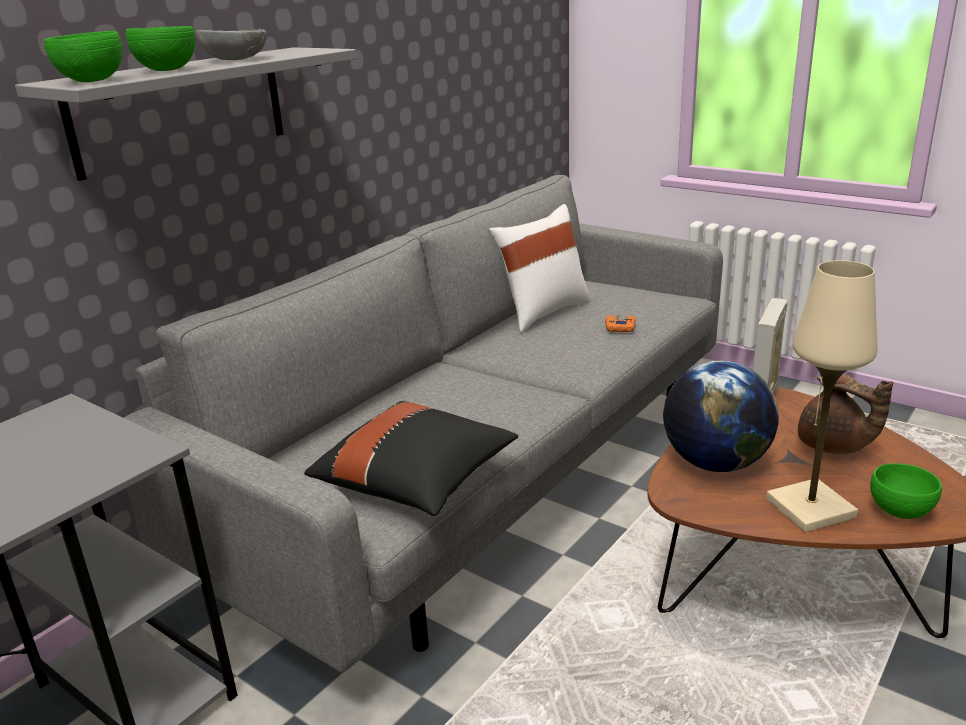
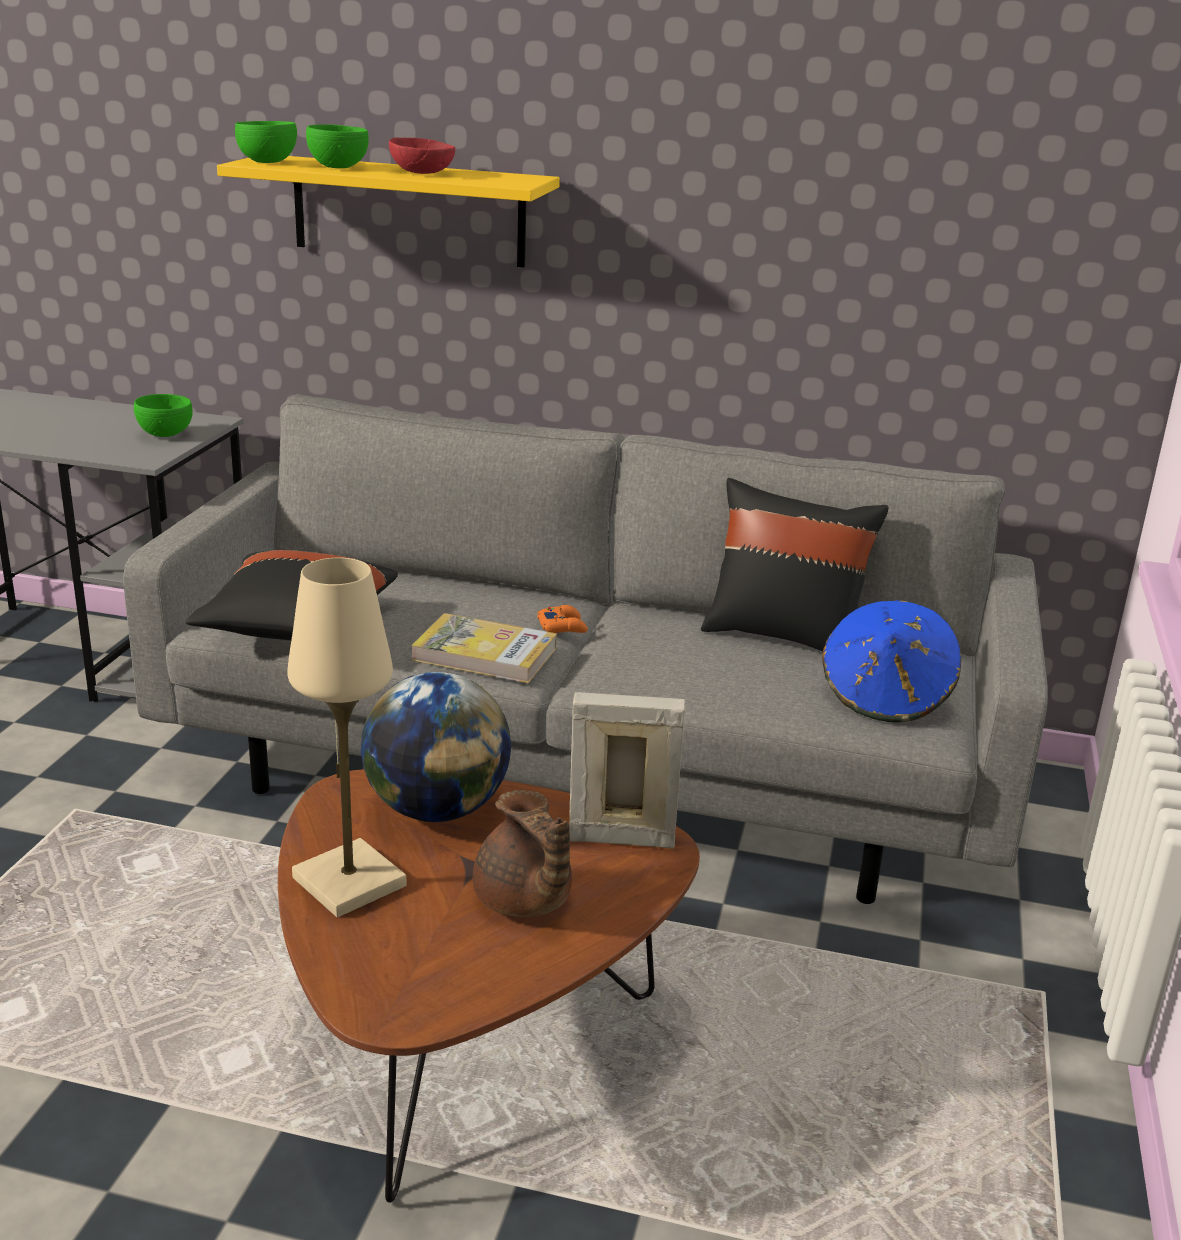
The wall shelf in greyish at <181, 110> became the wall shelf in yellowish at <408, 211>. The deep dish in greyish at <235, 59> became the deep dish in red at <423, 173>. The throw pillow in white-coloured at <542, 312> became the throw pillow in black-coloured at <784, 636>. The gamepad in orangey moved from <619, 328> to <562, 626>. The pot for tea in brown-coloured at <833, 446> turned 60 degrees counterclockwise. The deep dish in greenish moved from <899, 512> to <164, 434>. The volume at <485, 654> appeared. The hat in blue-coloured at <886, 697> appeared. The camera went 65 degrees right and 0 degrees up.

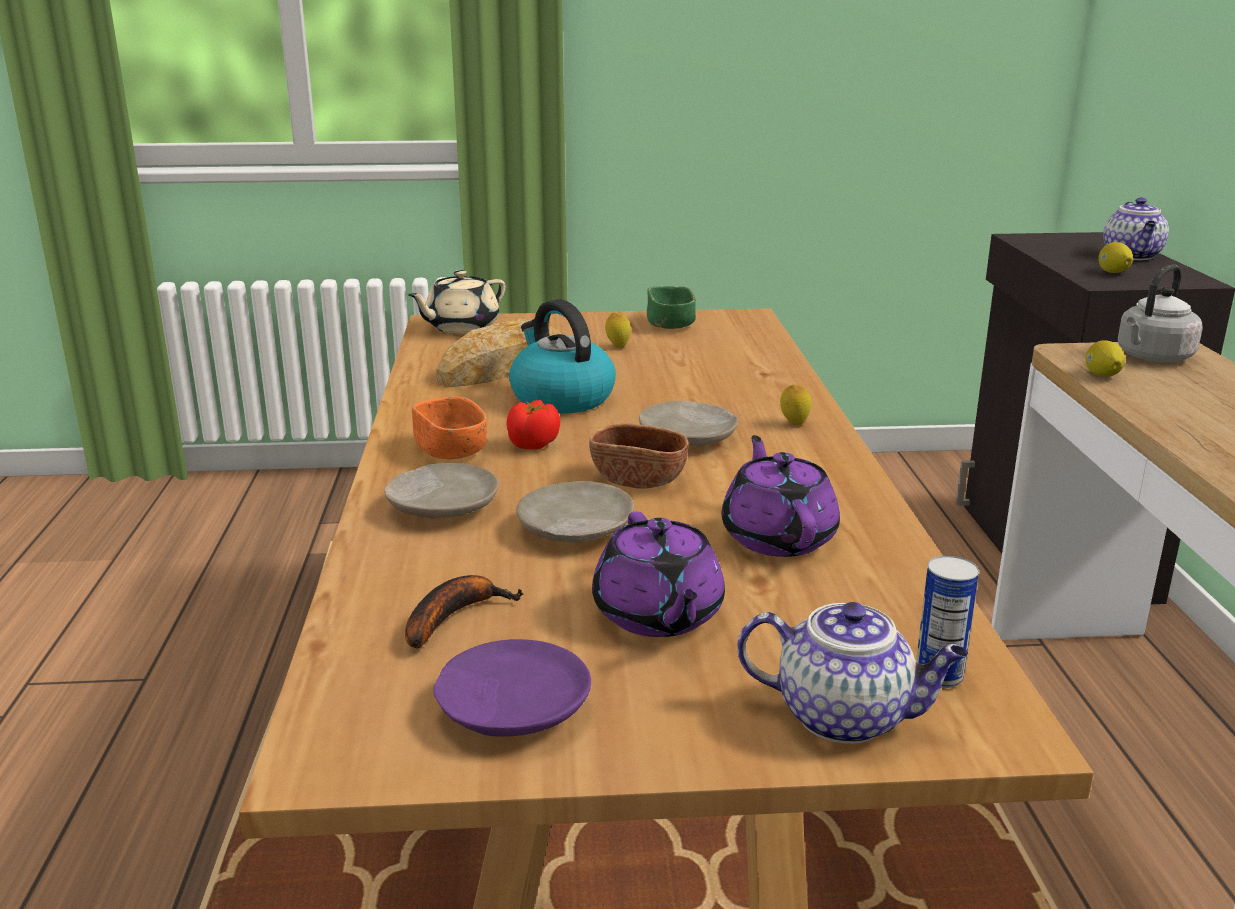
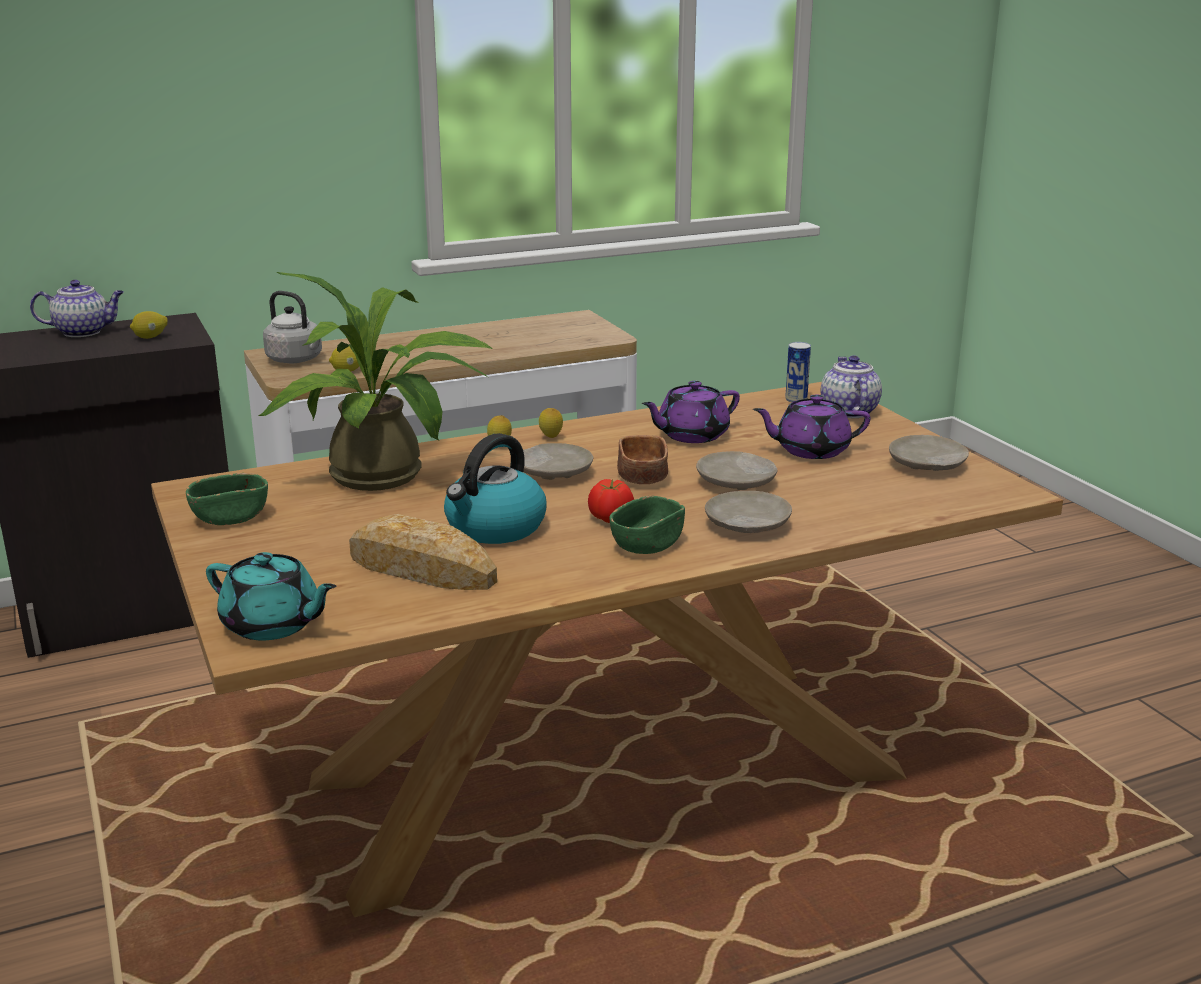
The whole banana at <453, 616> disappeared. The pot for tea in sand-coloured at <460, 327> became the pot for tea in turquoise-coloured at <273, 625>. The deep dish in orangey at <451, 450> became the deep dish in greenish at <647, 545>. The flat dish in purplish at <512, 708> became the flat dish in sand-coloured at <926, 465>. The pot for tea in purplish at <658, 615> turned 150 degrees counterclockwise. The whole lemon moved from <618, 346> to <551, 438>. The houseplant at <386, 478> appeared. The camera went 110 degrees left and 0 degrees up.

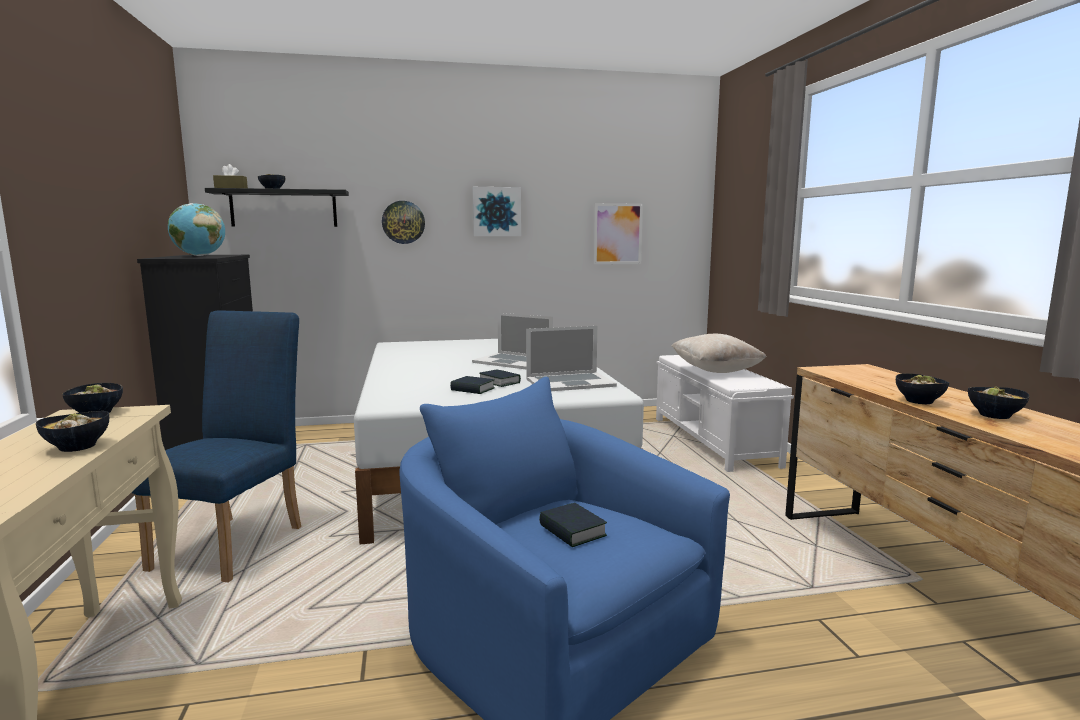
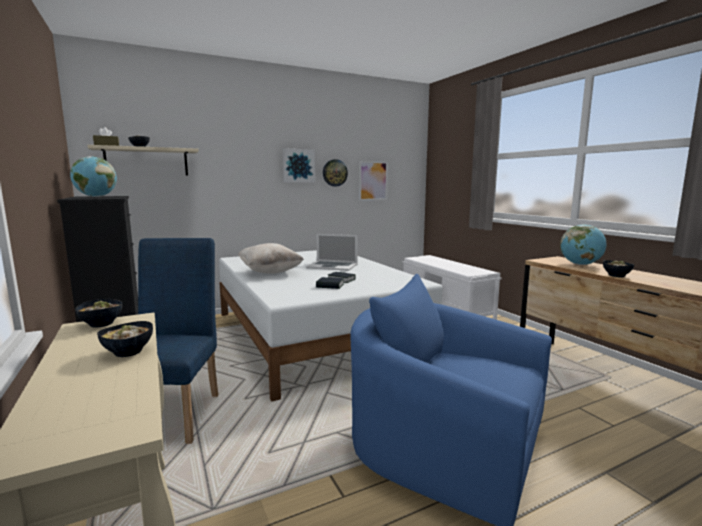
The wall shelf in black-coloured at <284, 208> became the wall shelf in sand-coloured at <147, 161>. The wall clock moved from <403, 222> to <334, 173>. The notebook computer at <570, 382> disappeared. The volume at <572, 531> disappeared. The throw pillow in sand-coloured moved from <715, 371> to <270, 272>. The deep dish at <993, 415> disappeared. The globe at <580, 264> appeared. The camera went 15 degrees left and 0 degrees up.

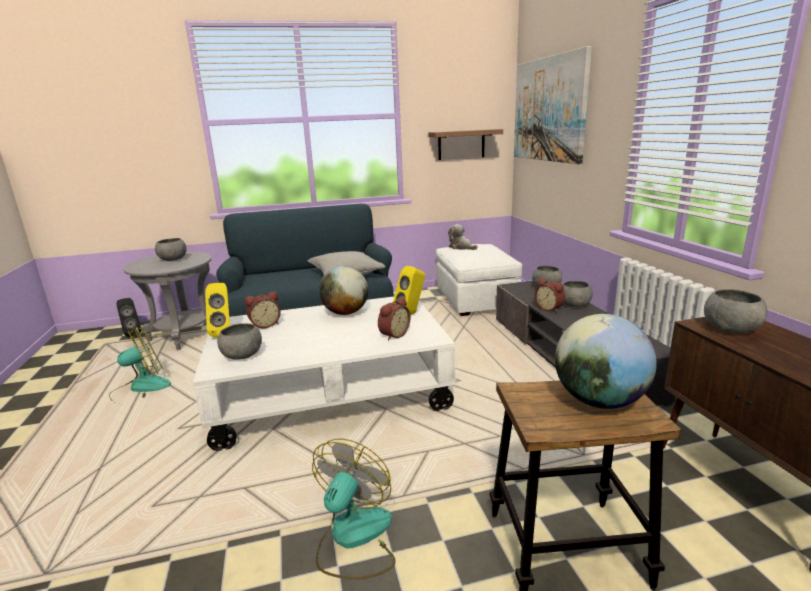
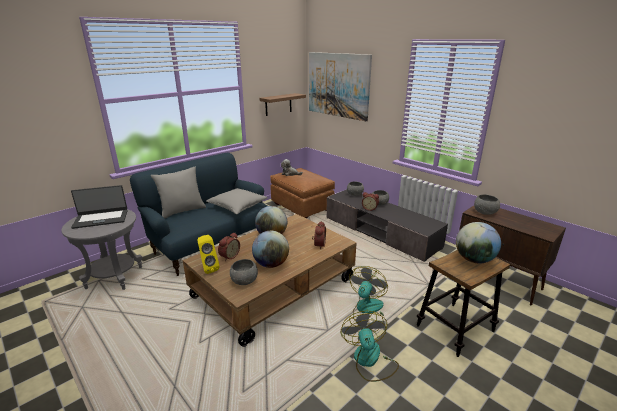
The fan moved from <140, 389> to <367, 311>. The loudspeaker in black-coloured at <132, 334> disappeared. The deep dish in greyish at <173, 259> was replaced by the notebook computer at <101, 219>. The coffee table in white-coloured at <330, 391> became the coffee table in brown-coloured at <274, 288>. The loudspeaker in yellowish at <411, 314> disappeared. The ottoman in white-coloured at <476, 300> became the ottoman in brown-coloured at <302, 206>. The throw pillow in greyish at <182, 211> appeared. The globe at <271, 264> appeared. The camera went 30 degrees left and 5 degrees up.

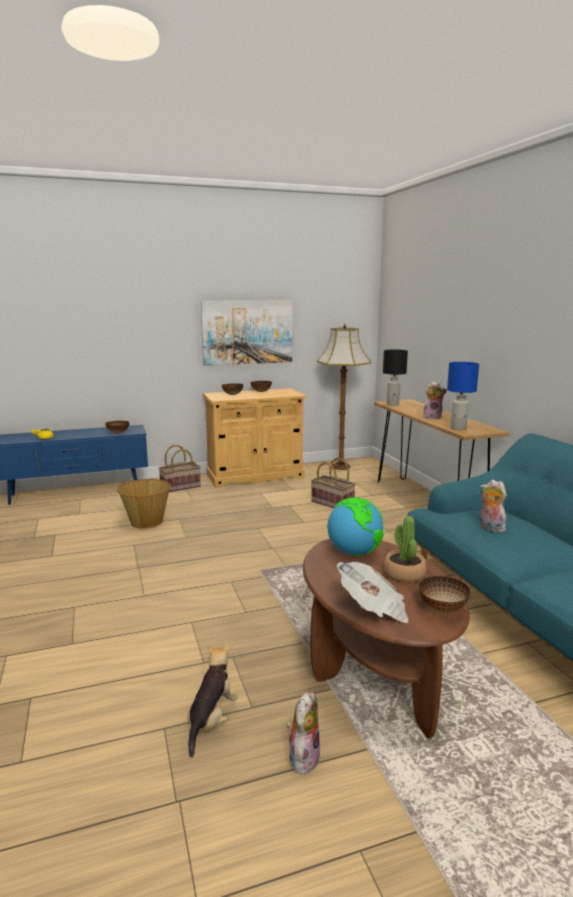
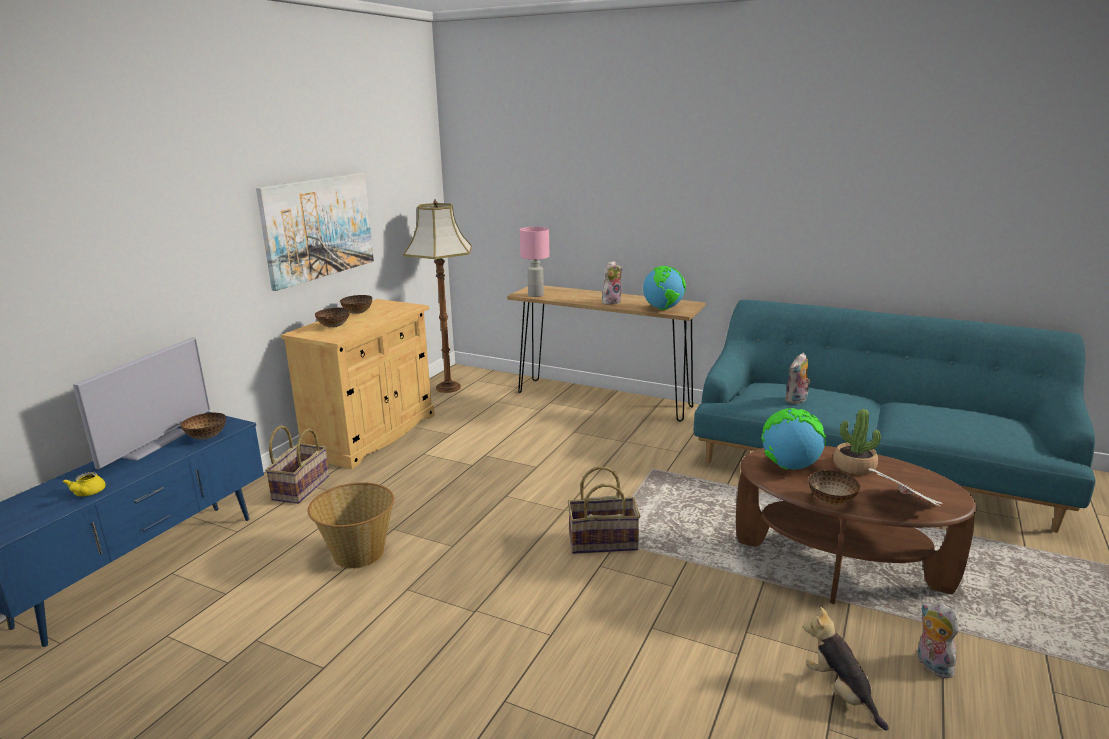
The storage basket moved from <333, 503> to <603, 541>. The table lamp in black-coloured at <393, 404> became the table lamp in pink at <536, 295>. The deep dish moved from <441, 608> to <830, 502>. The table lamp in blue-coloured at <458, 428> was replaced by the globe at <663, 309>. The cuddly toy at <490, 528> turned 45 degrees counterclockwise. The TV at <155, 443> appeared. The camera went 45 degrees left and 5 degrees up.

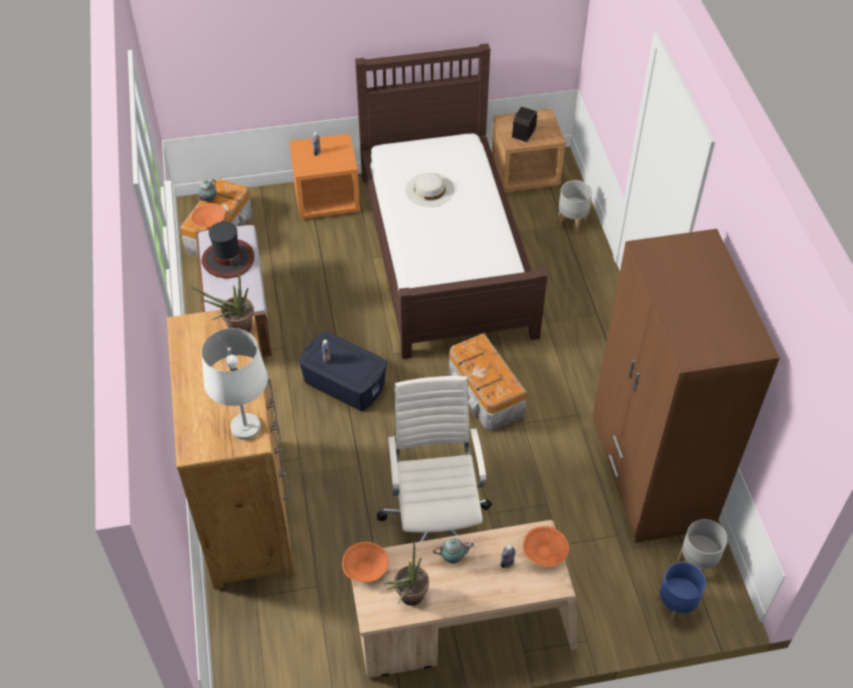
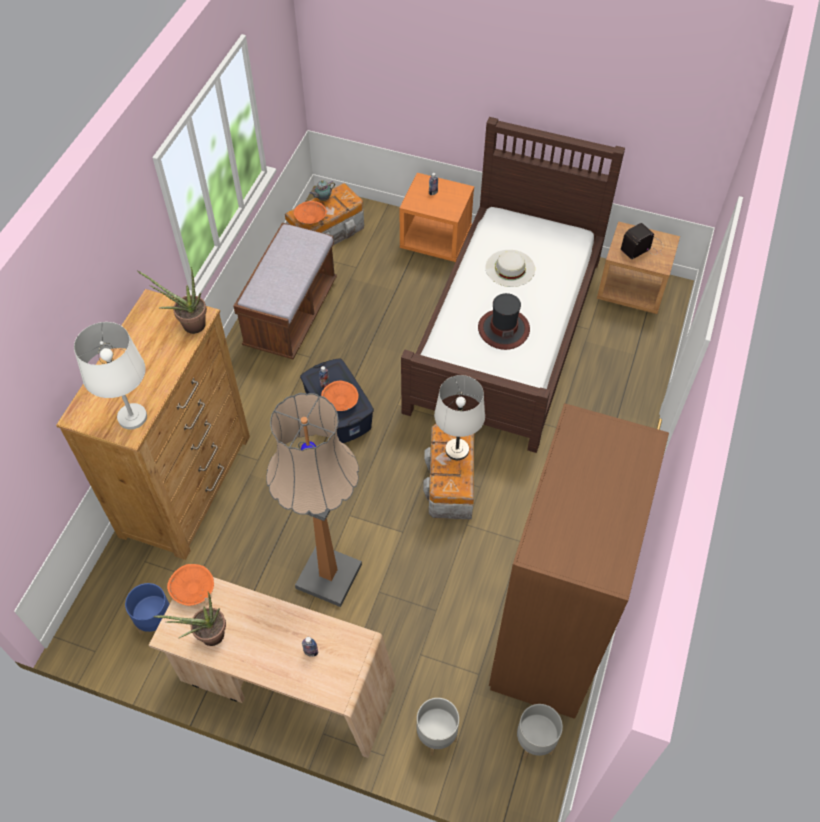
The hat moved from <228, 259> to <503, 329>. The desk chair in white-coloured at <436, 523> was replaced by the floor lamp at <329, 576>. The pot for tea at <453, 558> disappeared. The deep dish in orangey moved from <545, 552> to <341, 401>. The flower pot in greyish moved from <572, 221> to <437, 735>. The flower pot in blue-coloured moved from <675, 606> to <156, 622>. The table lamp in white-coloured at <457, 450> appeared. The camera went 30 degrees right and 5 degrees up.

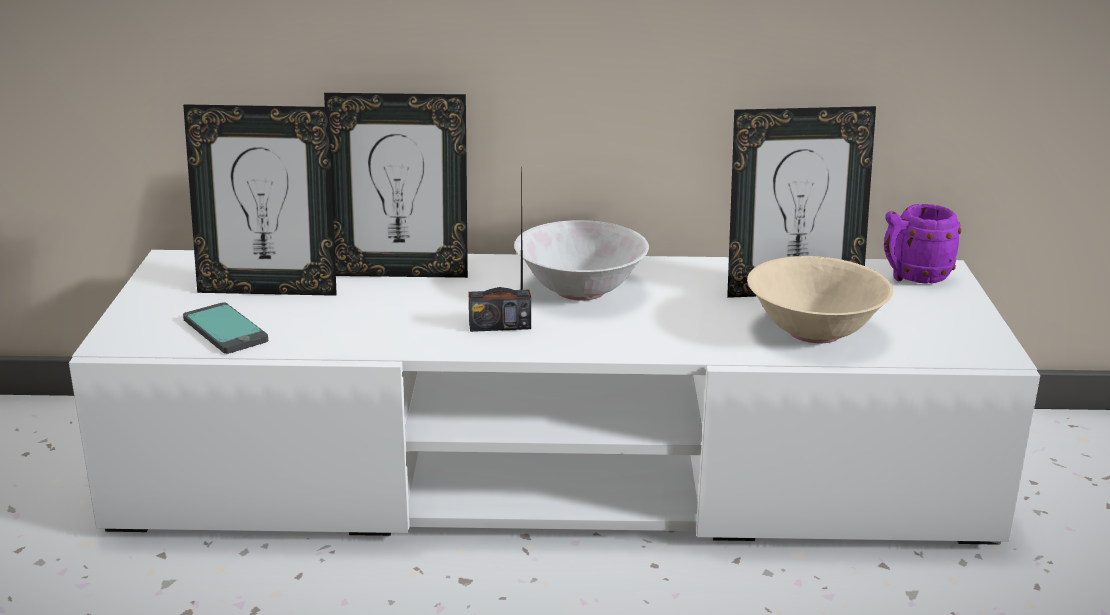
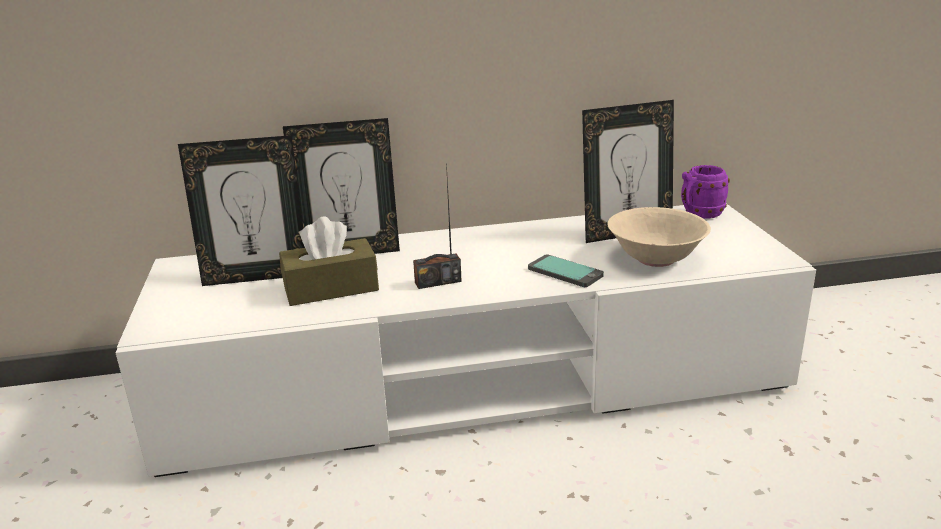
The phone moved from <226, 330> to <565, 272>. The deep dish in white-coloured at <580, 290> disappeared. The tissue holder in brown-coloured at <331, 288> appeared. The camera went 10 degrees left and 0 degrees up.

